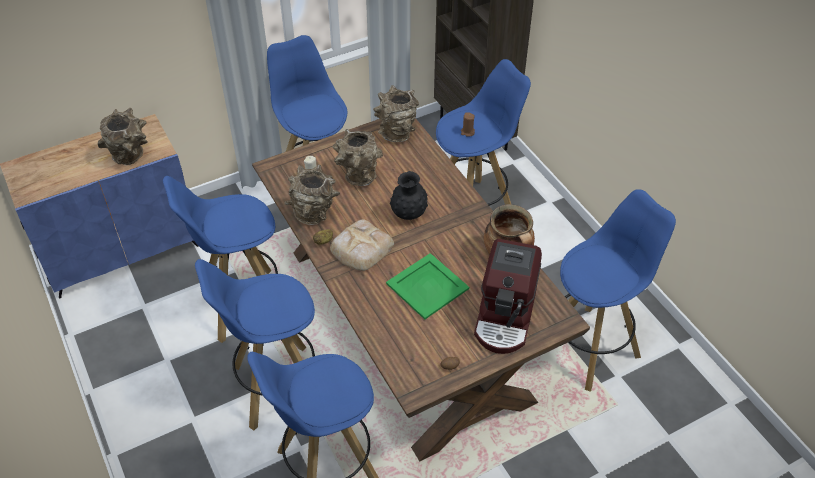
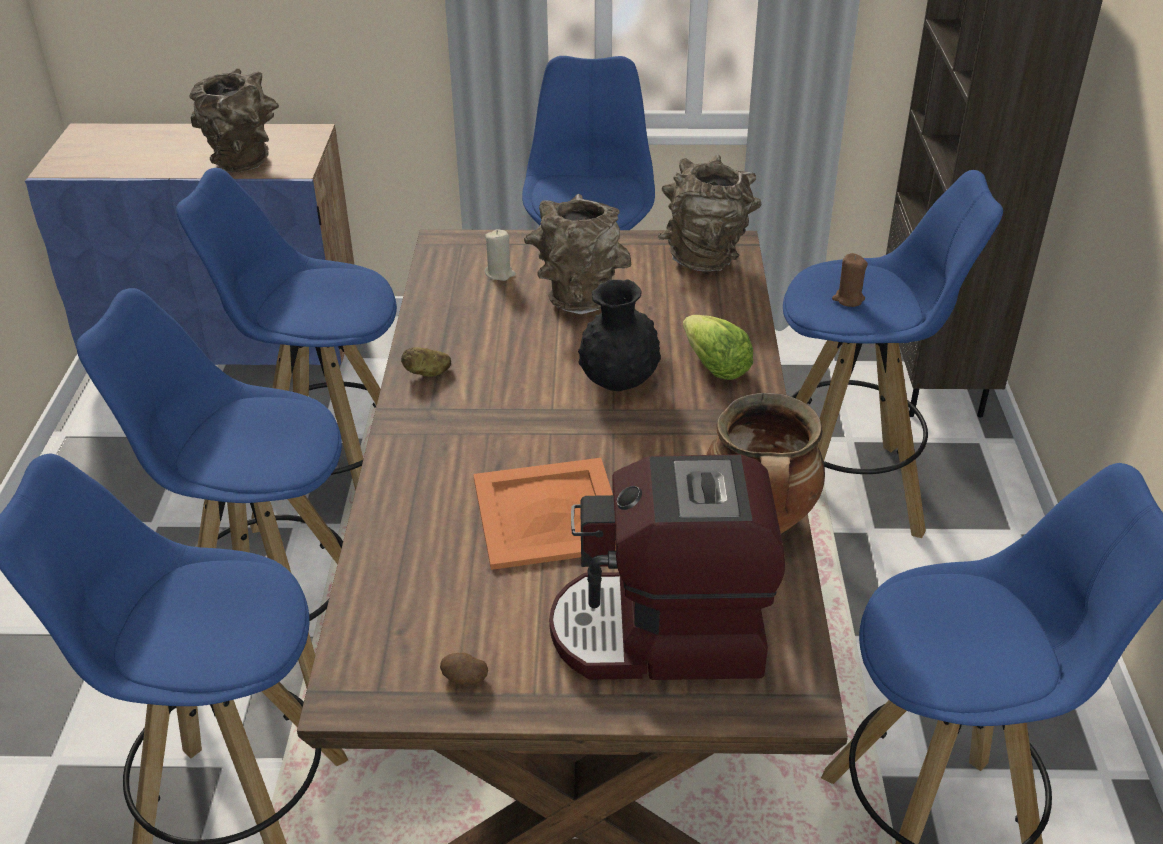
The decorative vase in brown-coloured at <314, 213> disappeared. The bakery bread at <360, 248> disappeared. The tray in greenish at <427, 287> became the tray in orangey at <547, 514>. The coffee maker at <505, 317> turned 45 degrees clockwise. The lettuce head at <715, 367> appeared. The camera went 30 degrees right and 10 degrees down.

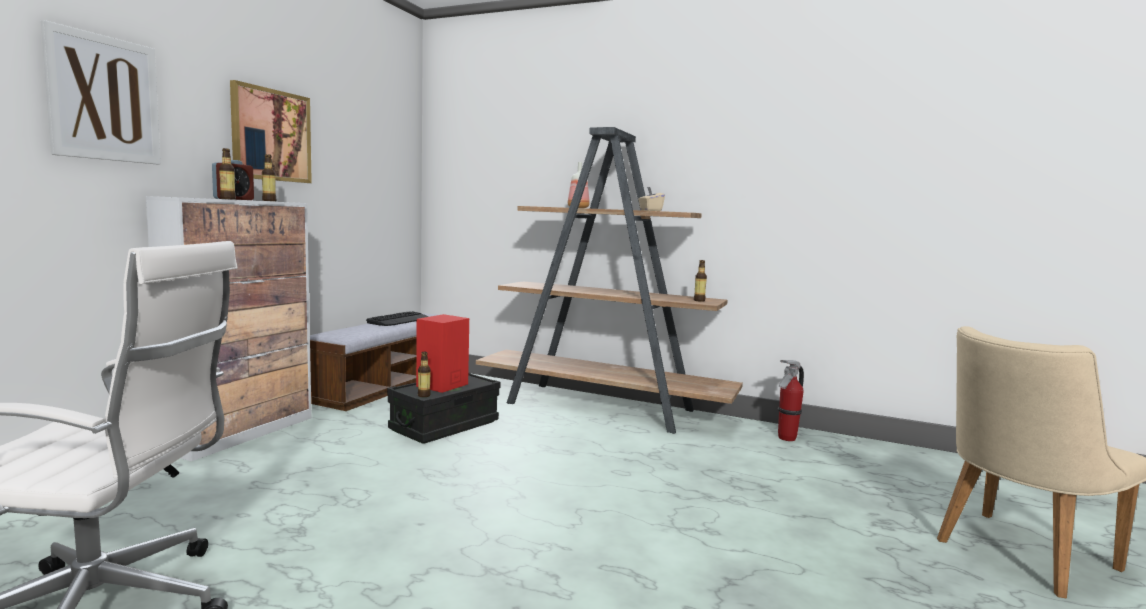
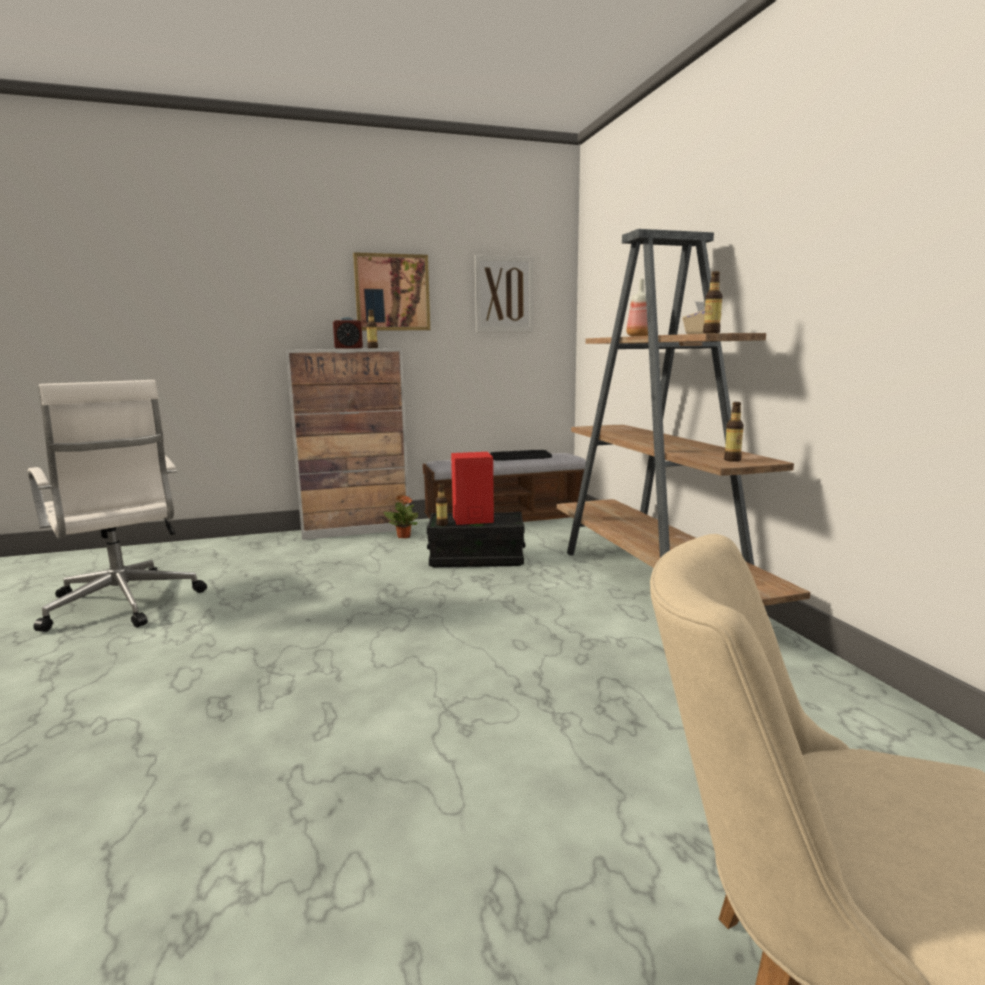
The picture moved from <104, 98> to <504, 294>. The beverage bottle moved from <228, 199> to <711, 333>. The fire-fighting cylinder at <786, 438> disappeared. The houseplant at <404, 536> appeared. The camera went 50 degrees right and 5 degrees up.

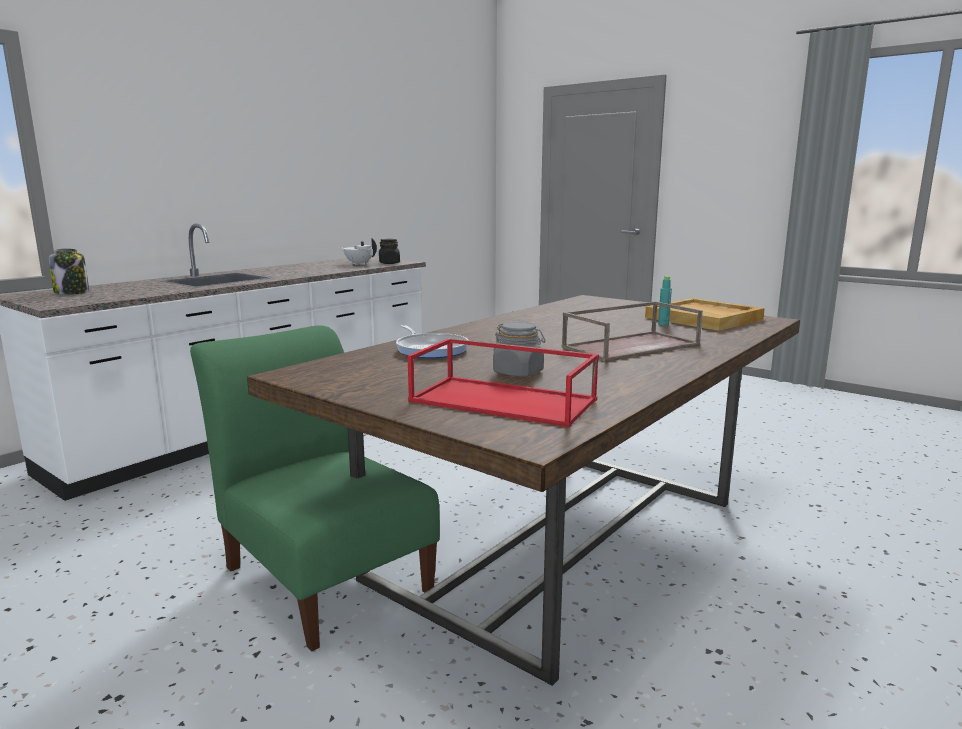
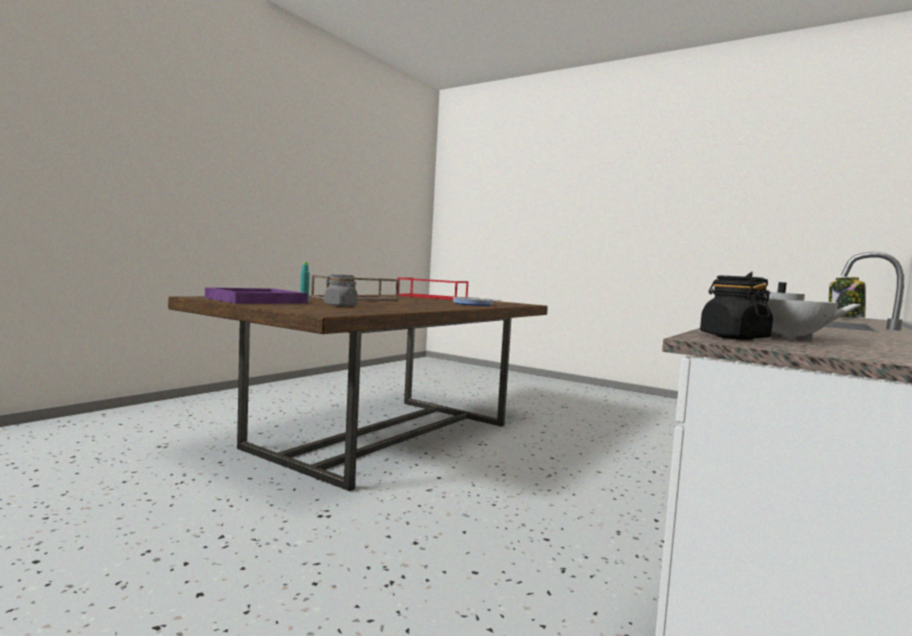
The chair in greenish at <324, 575> disappeared. The preserve jar in greyish moved from <518, 373> to <340, 305>. The tray in sand-coloured at <704, 318> became the tray in purplish at <255, 300>. The camera went 175 degrees right and 10 degrees down.

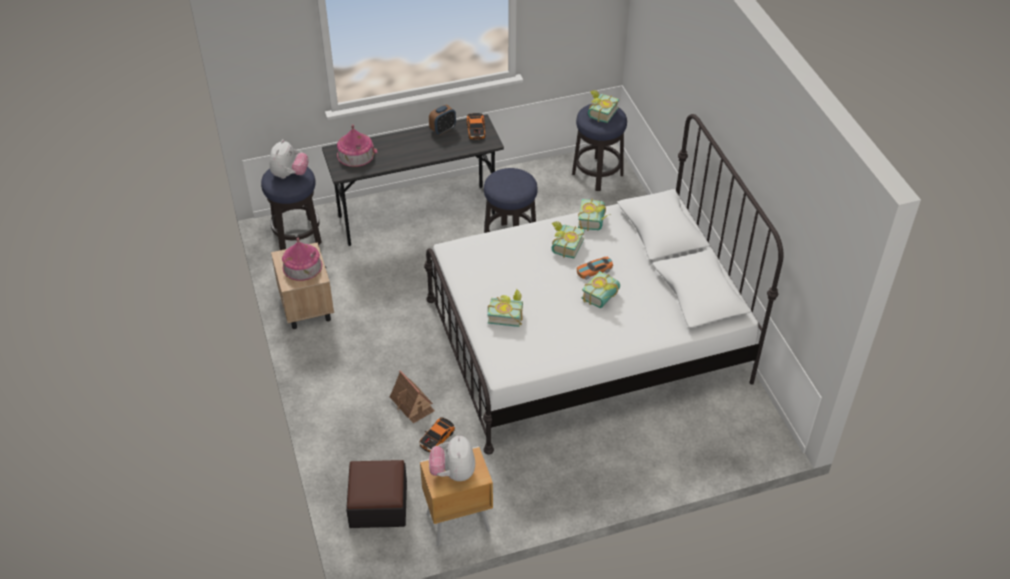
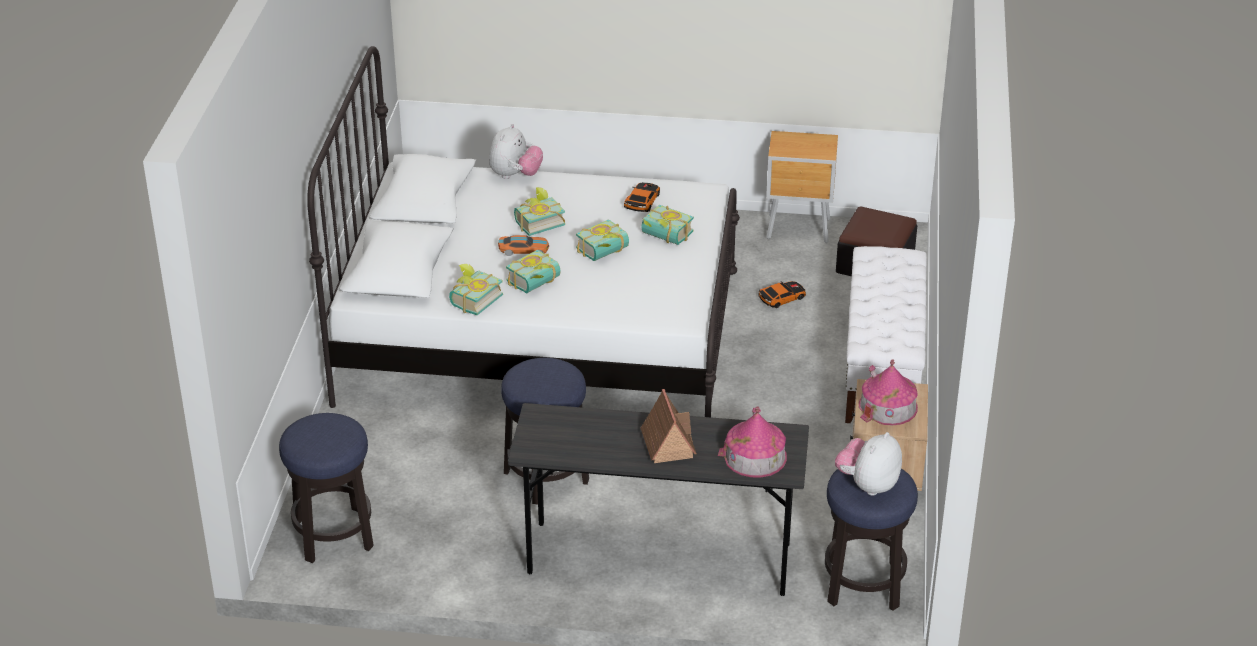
The model house moved from <412, 404> to <667, 443>. The table clock at <443, 129> disappeared. The cuddly toy moved from <453, 472> to <515, 175>. The model car moved from <476, 130> to <642, 201>. The volume moved from <600, 113> to <605, 253>. The indoor bench in white-coloured at <882, 369> appeared. The camera went 155 degrees left and 10 degrees down.

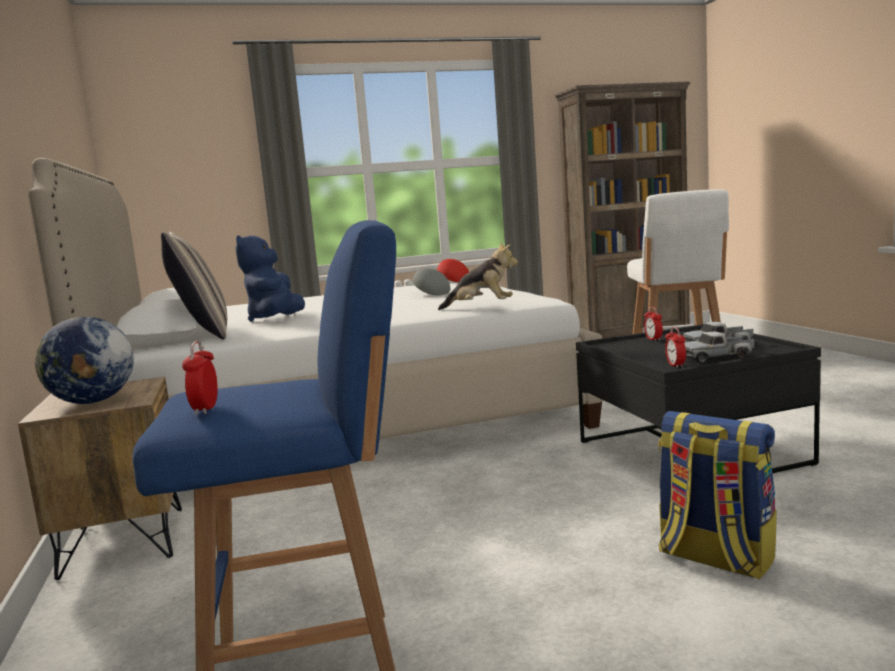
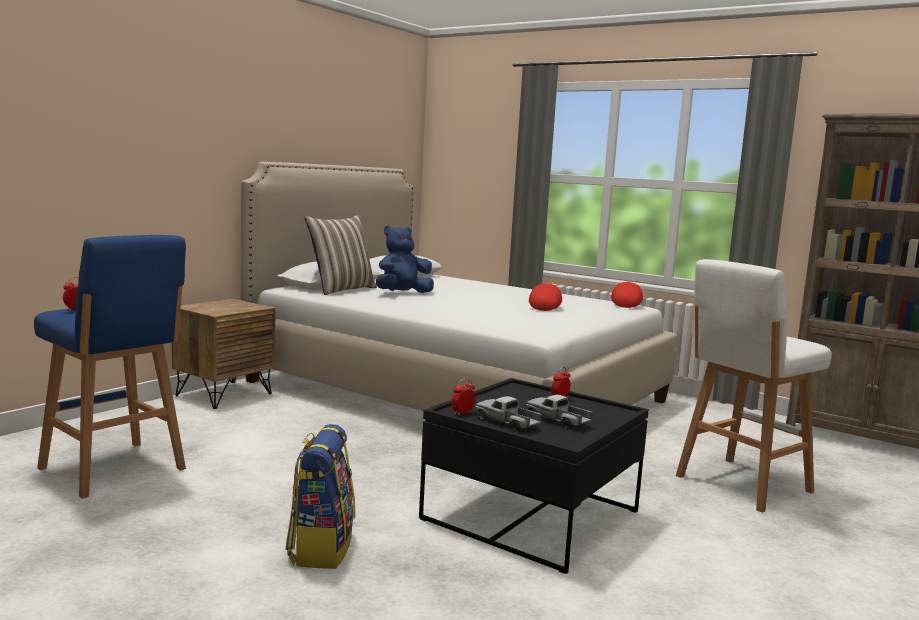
The globe at <92, 402> disappeared. The cap in greyish at <429, 294> became the cap in red at <544, 307>. The cuddly toy at <481, 307> disappeared. The camera went 50 degrees right and 0 degrees up.

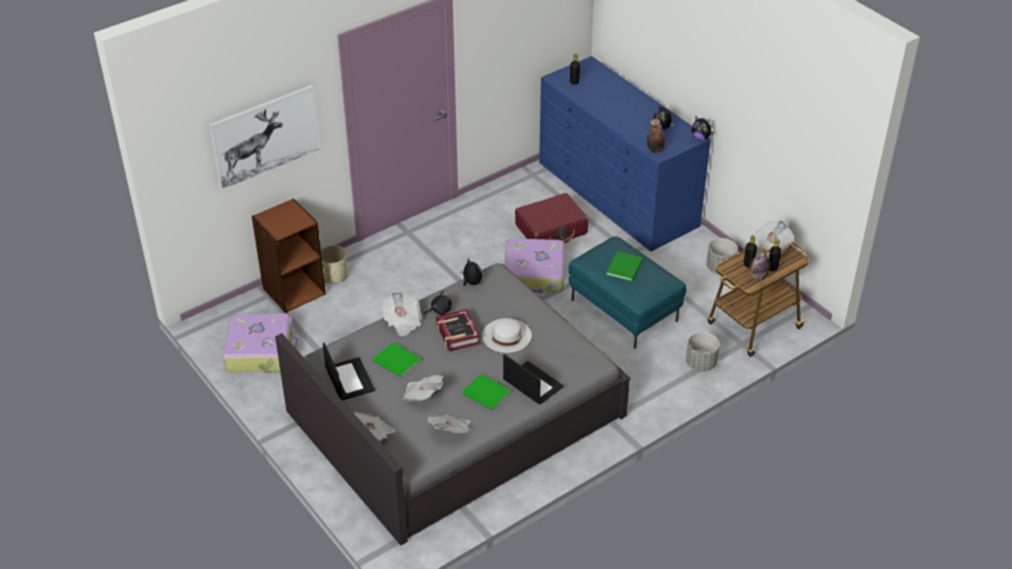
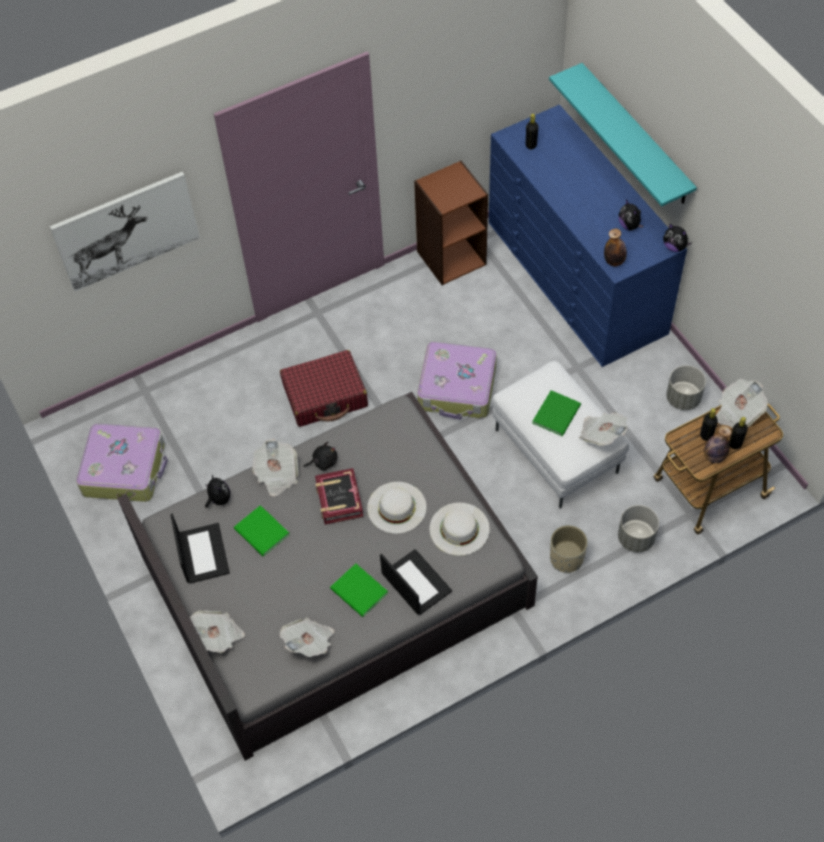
The bookshelf in brown-coloured moved from <293, 291> to <451, 257>. The flower pot in sand-coloured moved from <334, 276> to <566, 558>. The newspaper moved from <422, 395> to <601, 434>. The cuddly toy moved from <471, 283> to <219, 499>. The piece of luggage in red moved from <551, 229> to <325, 396>. The ottoman in turquoise-coloured at <625, 310> became the ottoman in white-coloured at <557, 451>. The hat in white-coloured at <459, 529> appeared. The wall shelf in turquoise-coloured at <635, 135> appeared. The camera went 10 degrees right and 15 degrees up.

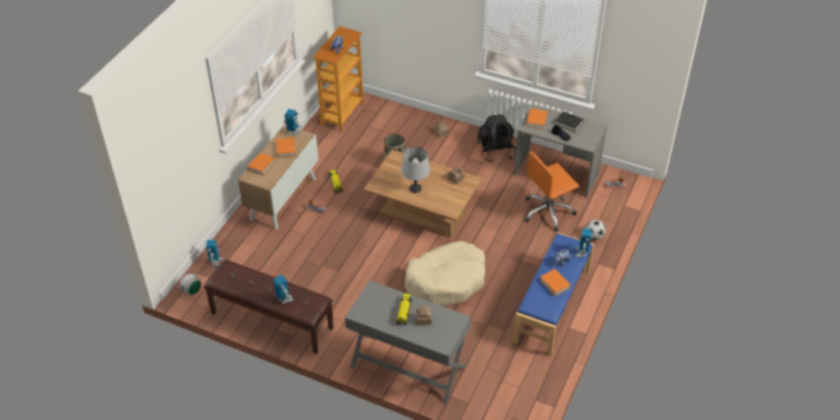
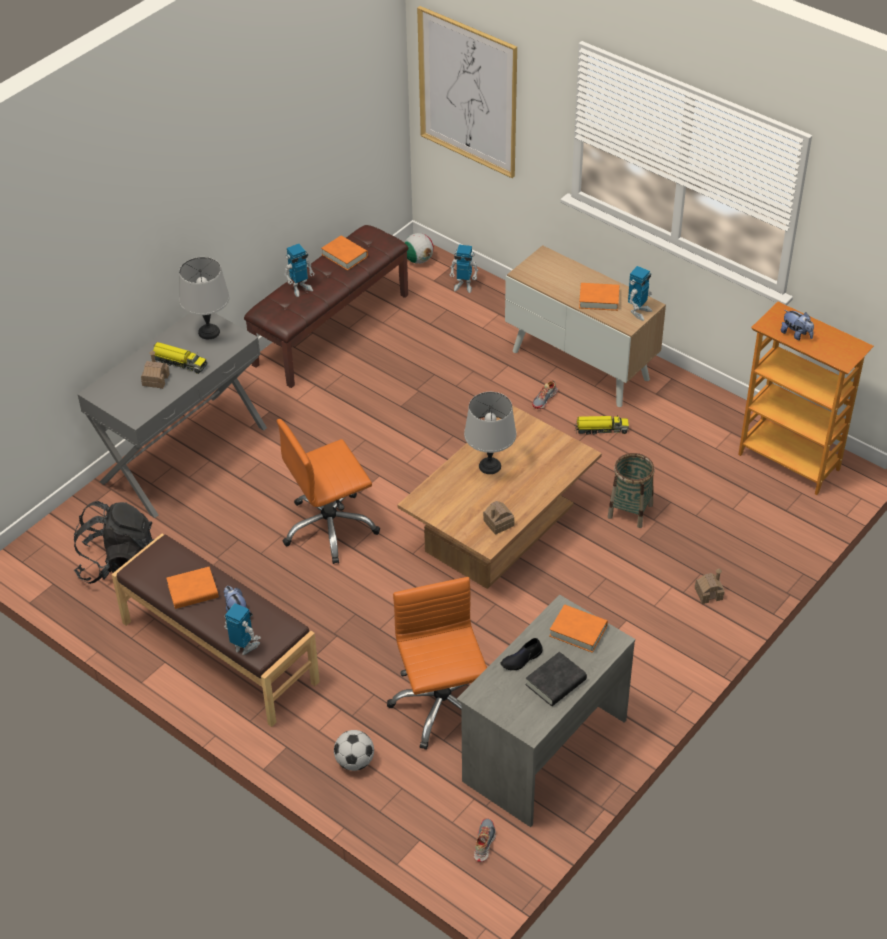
The volume in orangey moved from <261, 166> to <344, 255>. The dog bed in sand-coloured at <446, 281> was replaced by the desk chair in orangey at <330, 528>. The rucksack in black-coloured moved from <496, 151> to <119, 565>. The indoor bench in blue-coloured at <552, 306> became the indoor bench in brown-coloured at <218, 653>. The table lamp in greyish at <208, 332> appeared. The picture at <468, 92> appeared. The camera went 105 degrees right and 0 degrees up.

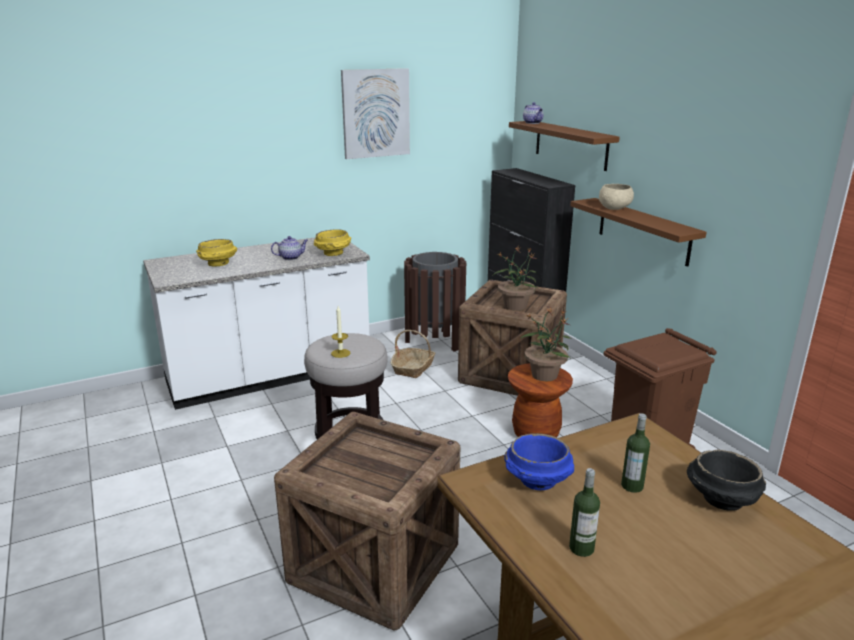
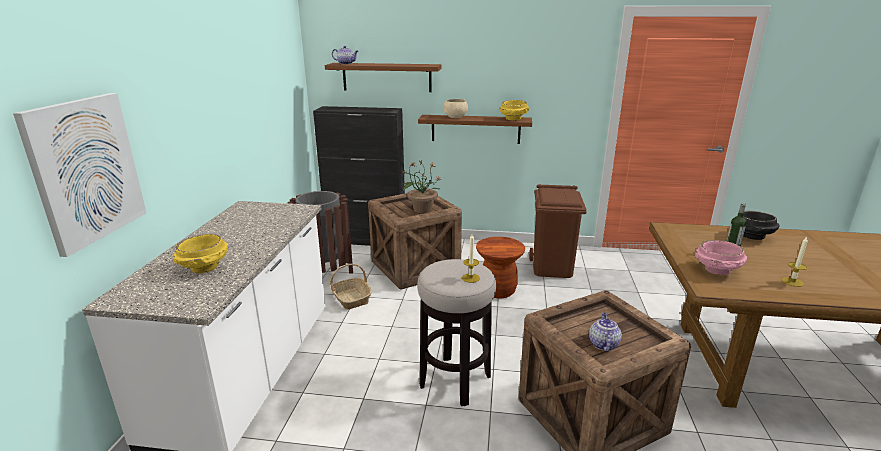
The pot for tea moved from <291, 257> to <603, 344>. The deep dish in yellowish moved from <333, 254> to <513, 119>. The picture moved from <375, 113> to <86, 170>. The deep dish in blue-coloured at <537, 481> became the deep dish in pink at <717, 270>. The houseplant at <544, 375> disappeared. The beverage bottle at <581, 548> was replaced by the wax candle at <792, 282>. The camera went 55 degrees left and 0 degrees up.

